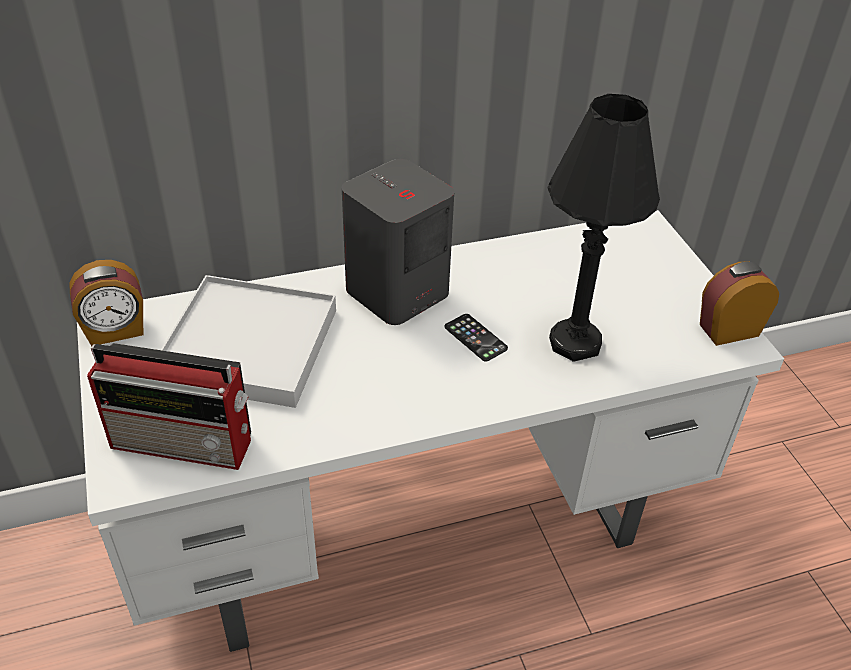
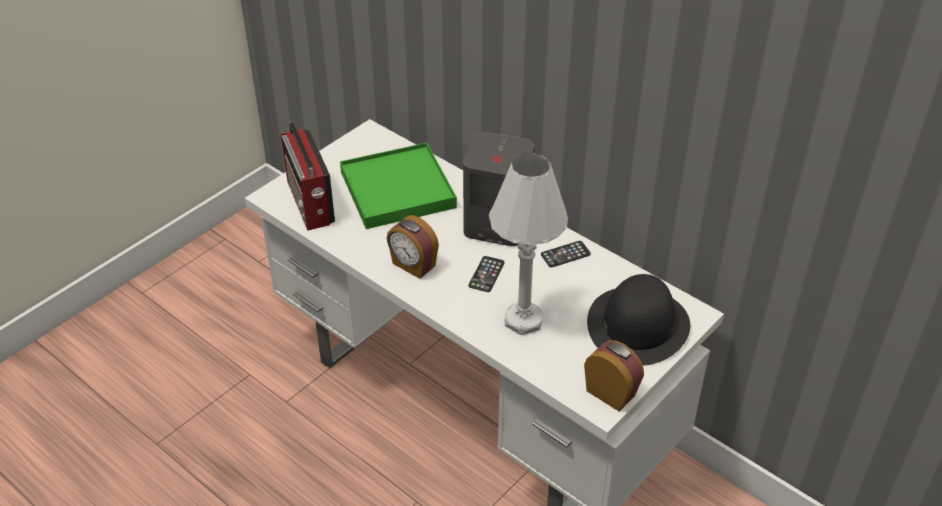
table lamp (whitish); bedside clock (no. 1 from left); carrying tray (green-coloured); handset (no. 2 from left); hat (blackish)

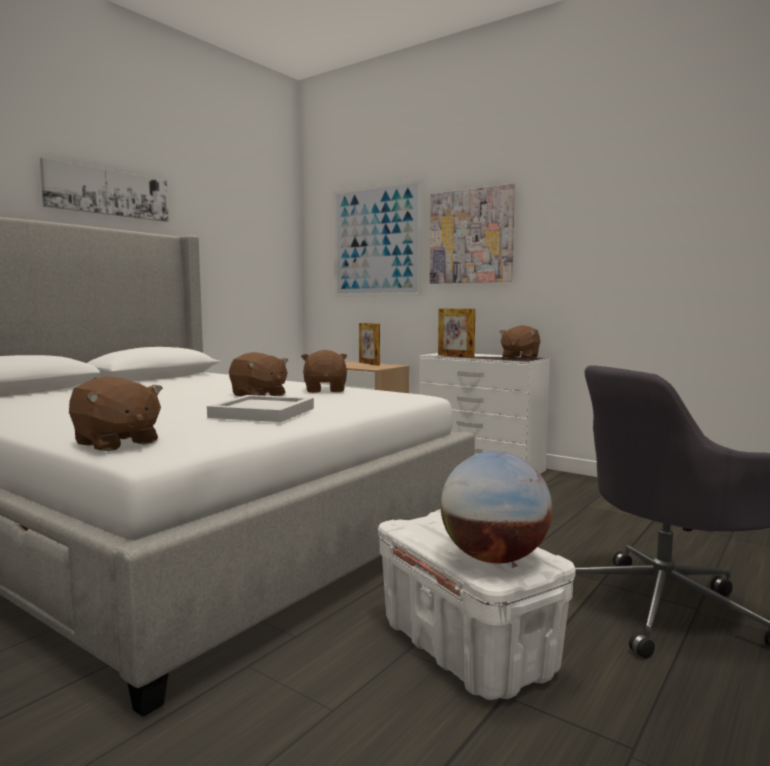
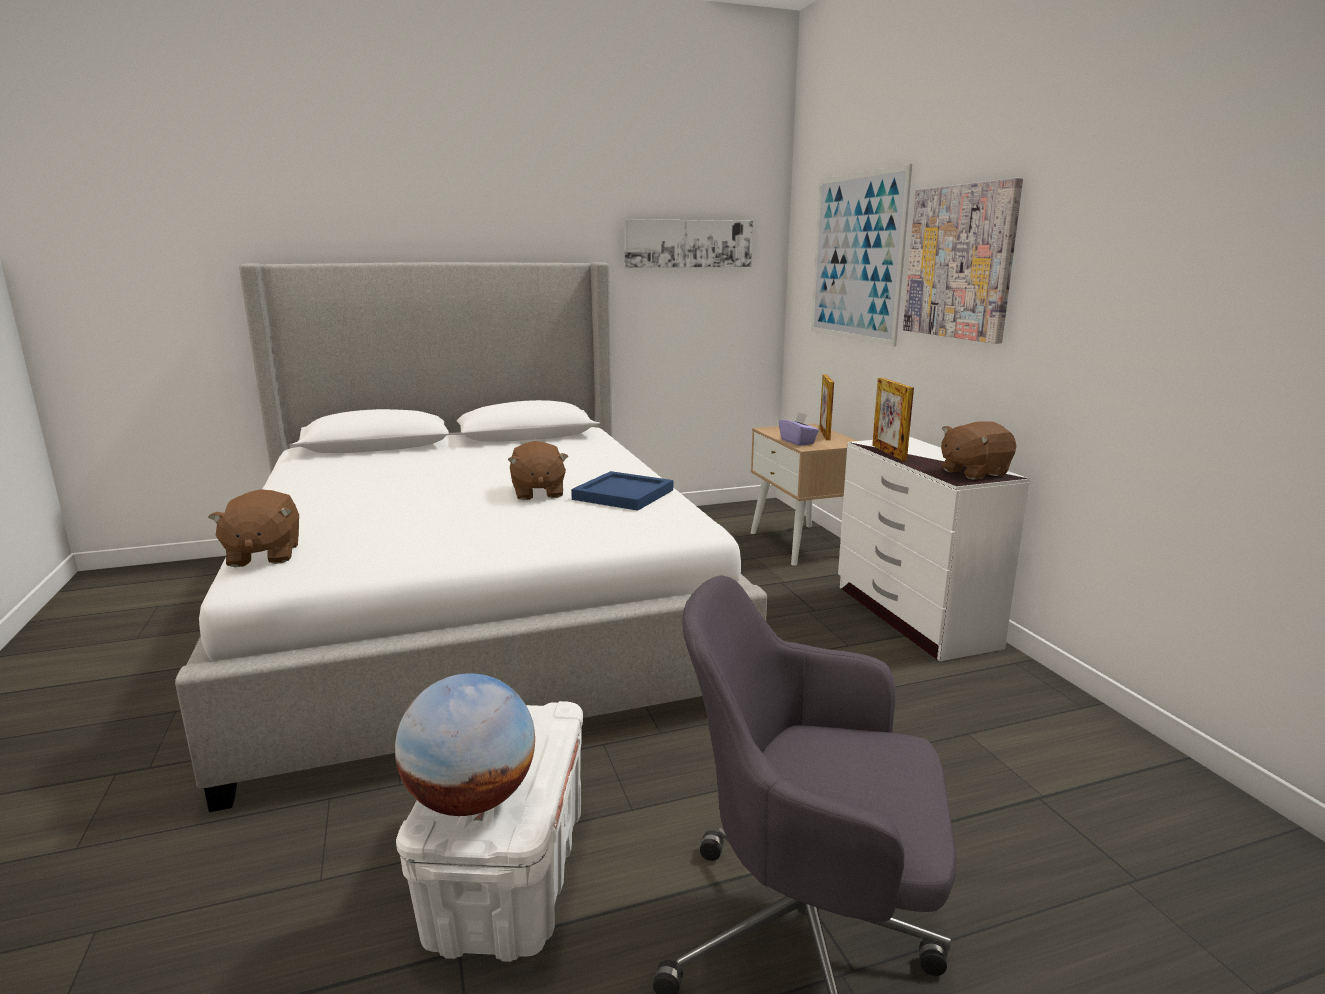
wall picture (no. 1 from left); carrying tray (blue-coloured); carrying tray (whitish); tissue box (purple-coloured)

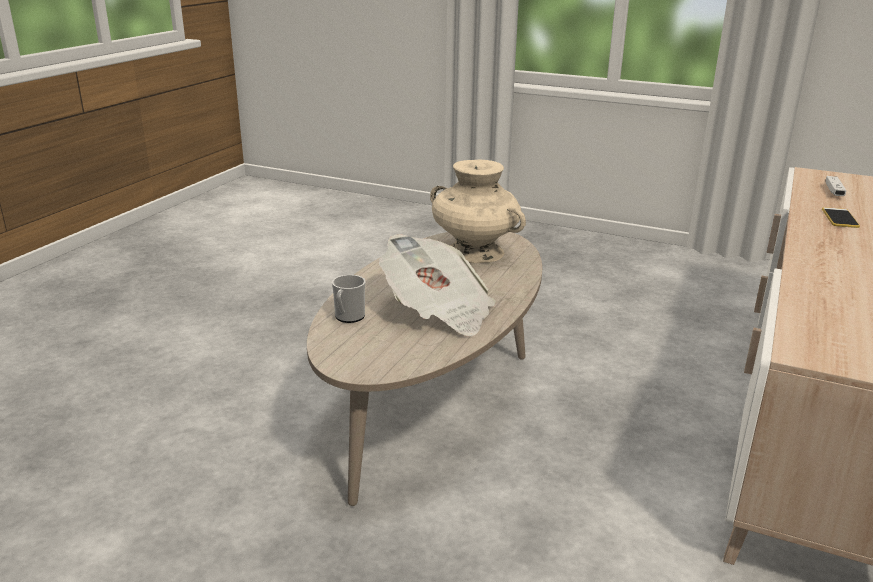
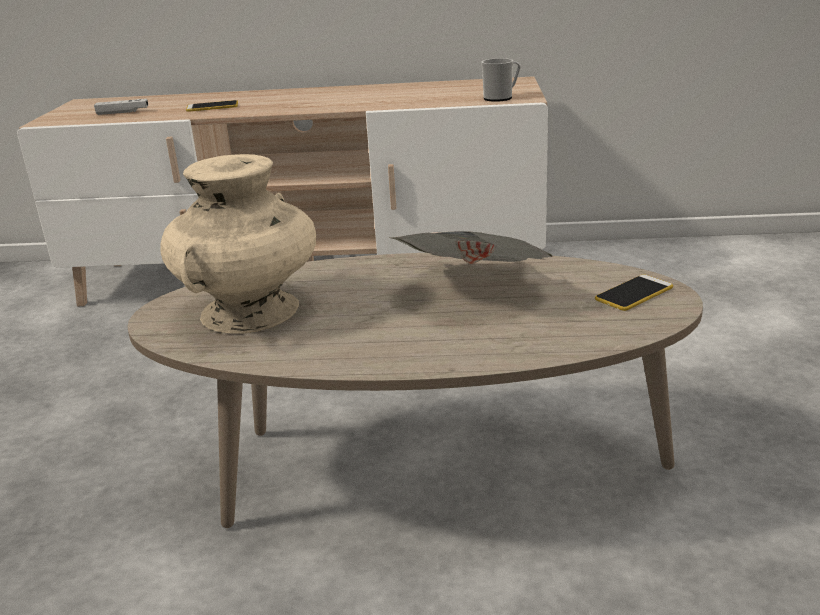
mug; handset (no. 2 from left)

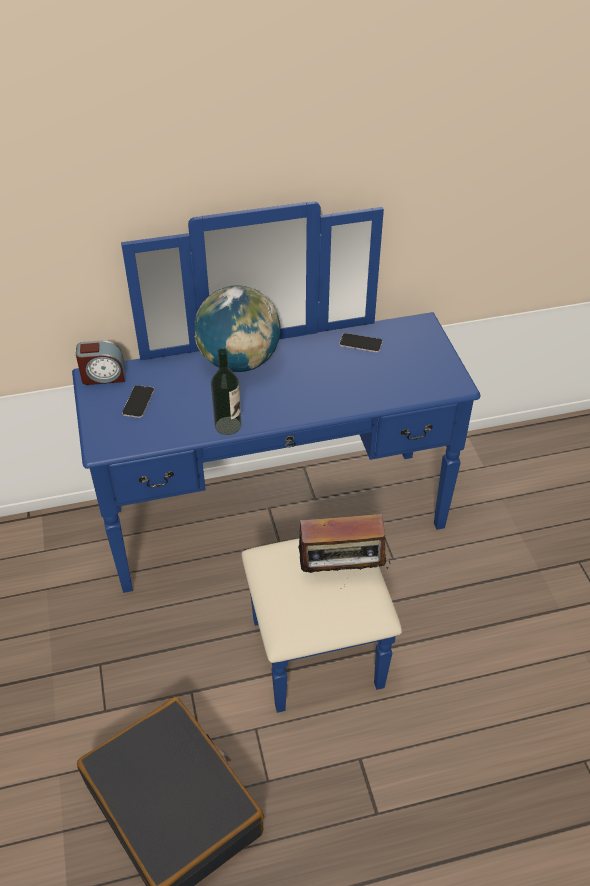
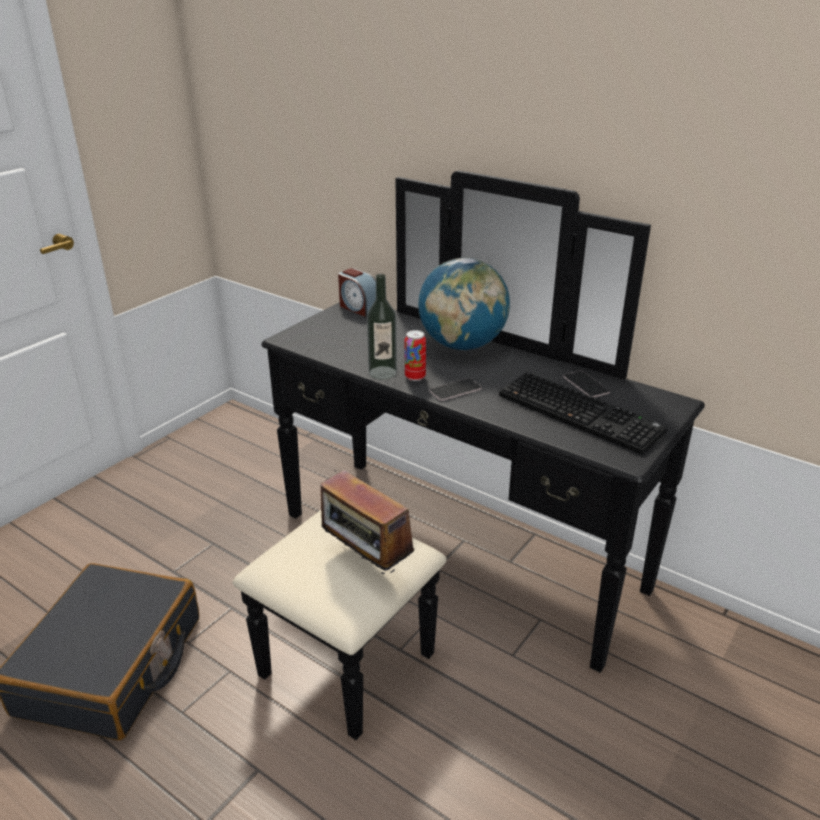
chest of drawers (blackish); handset (no. 1 from left); can; computer keyboard

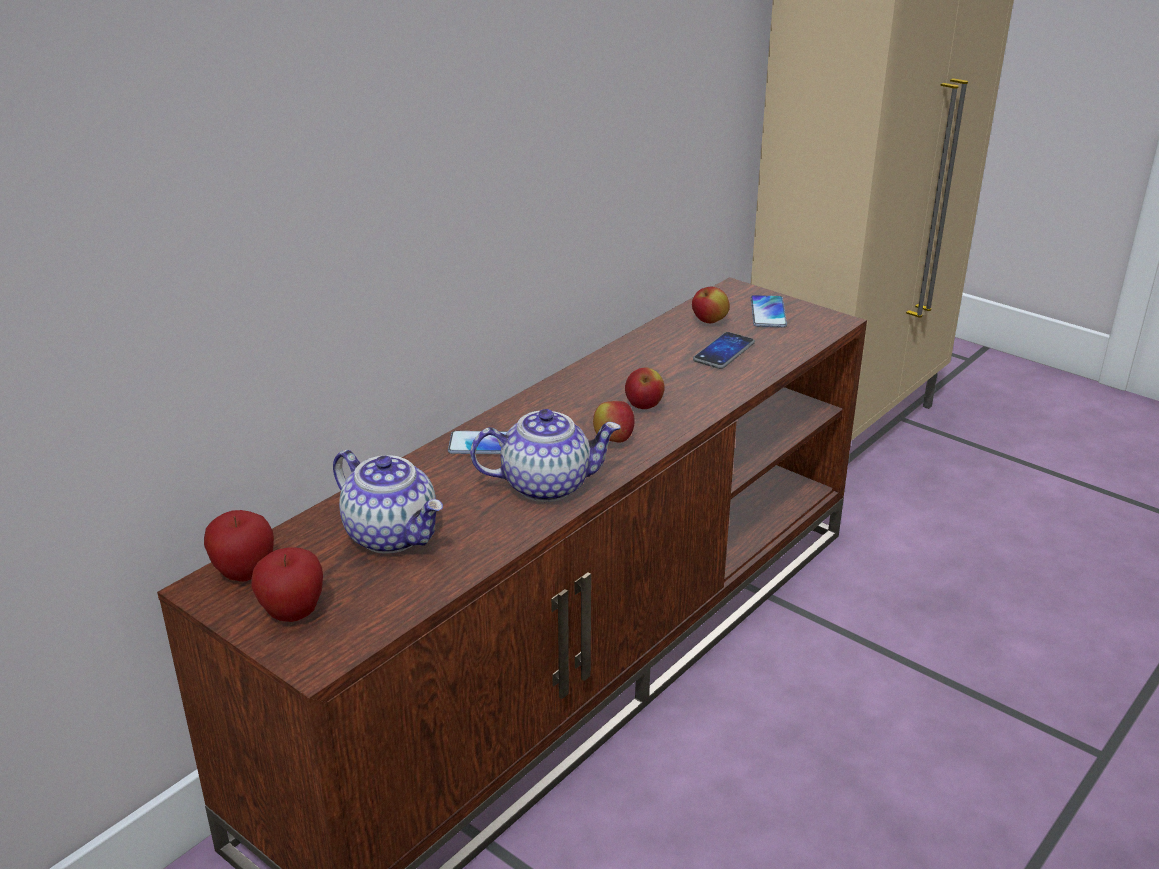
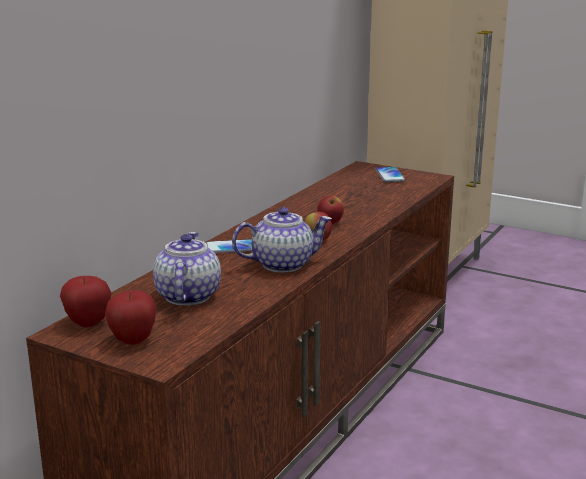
apple (no. 5 from left in the first image); handset (no. 2 from left in the first image); tea pot (no. 1 from left)

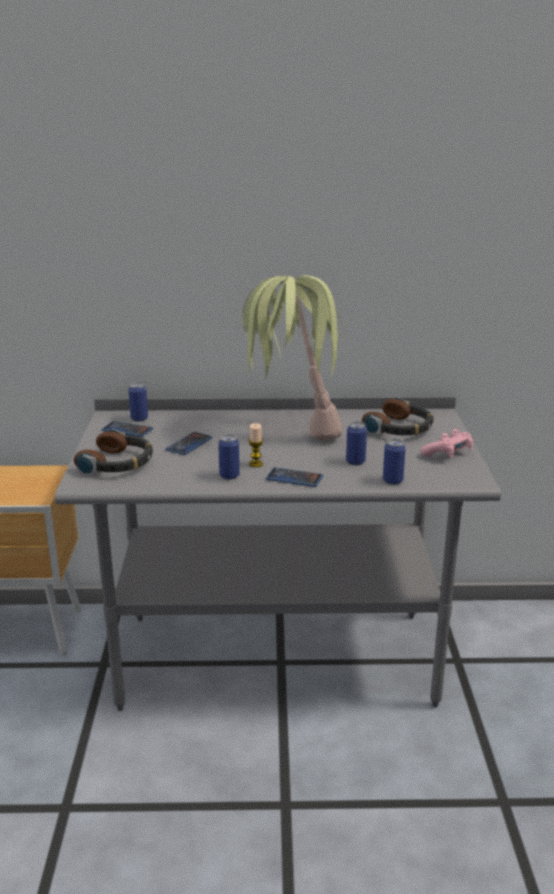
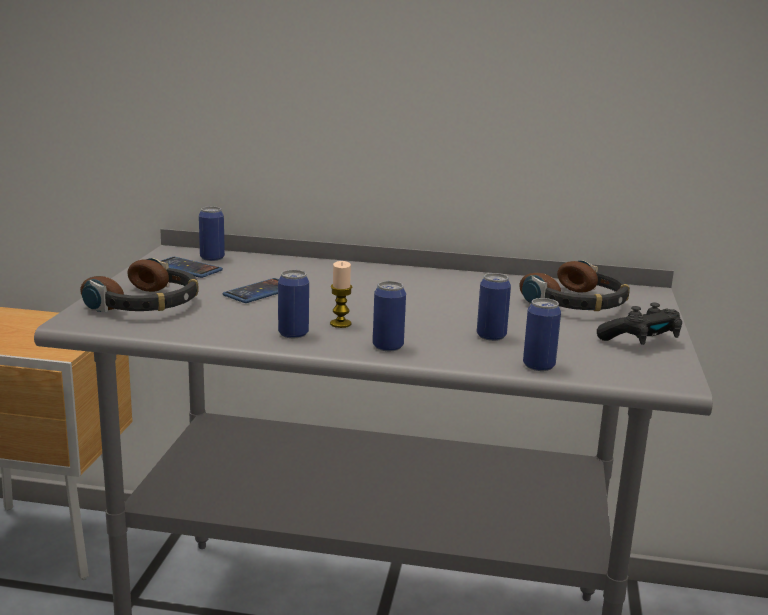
plant in a pot; gamepad (blackish); can (no. 3 from left)

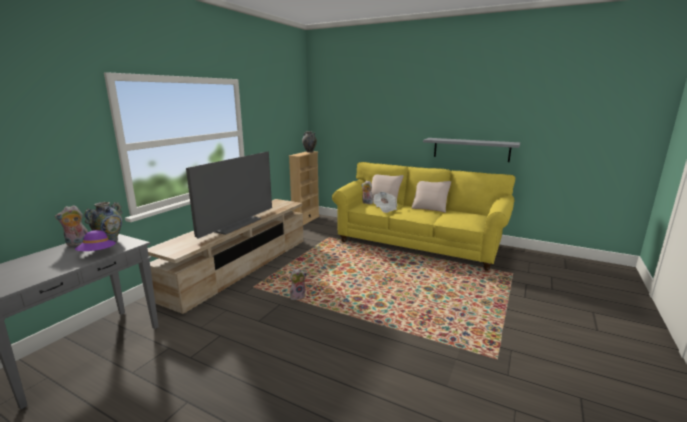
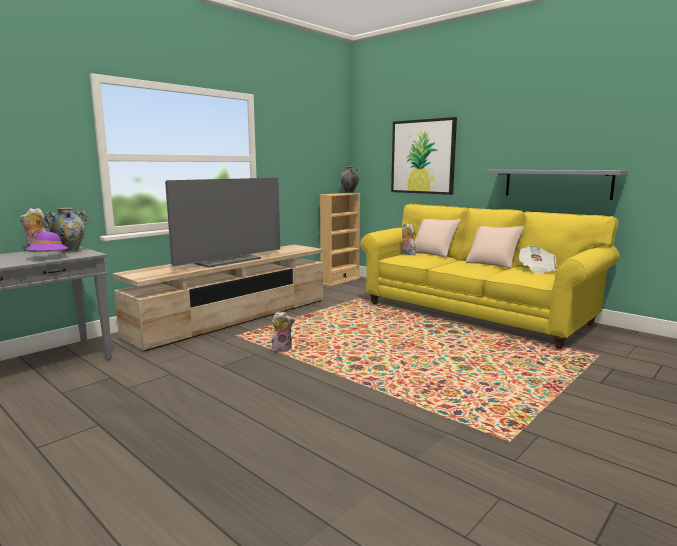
printed paper; wall picture

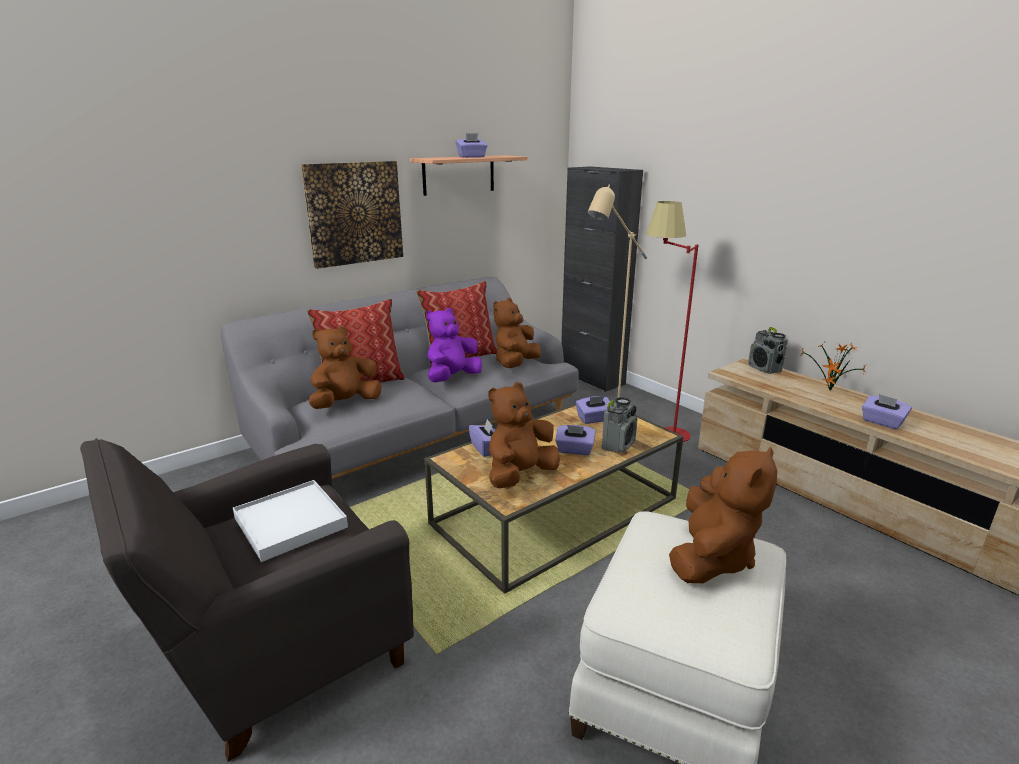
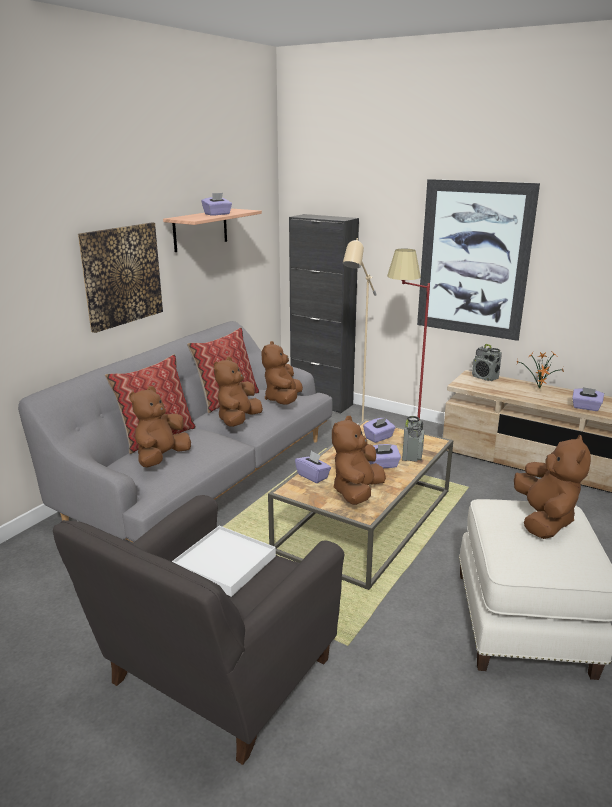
soft toy (brown-coloured) (no. 2 from left); wall picture (no. 2 from left)

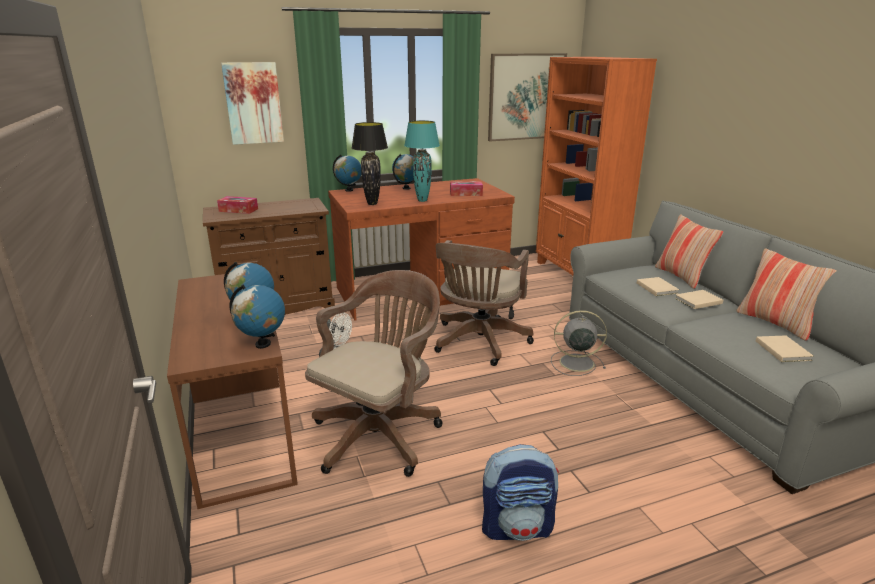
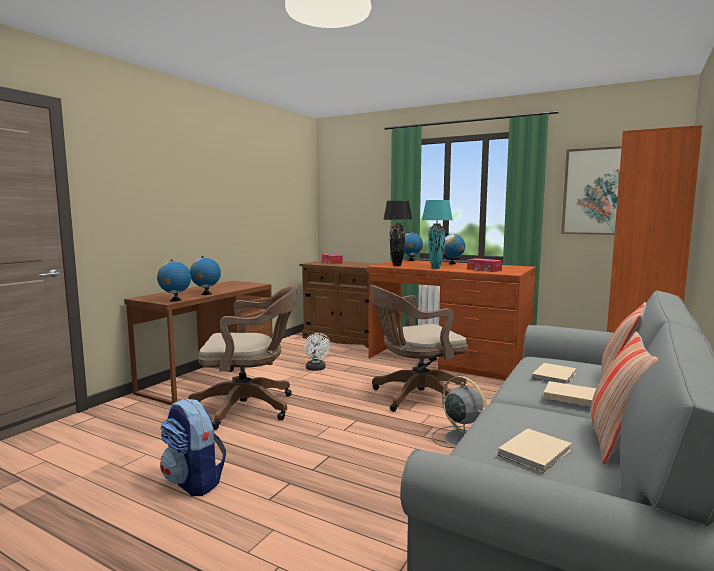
wall picture (no. 1 from left in the first image)

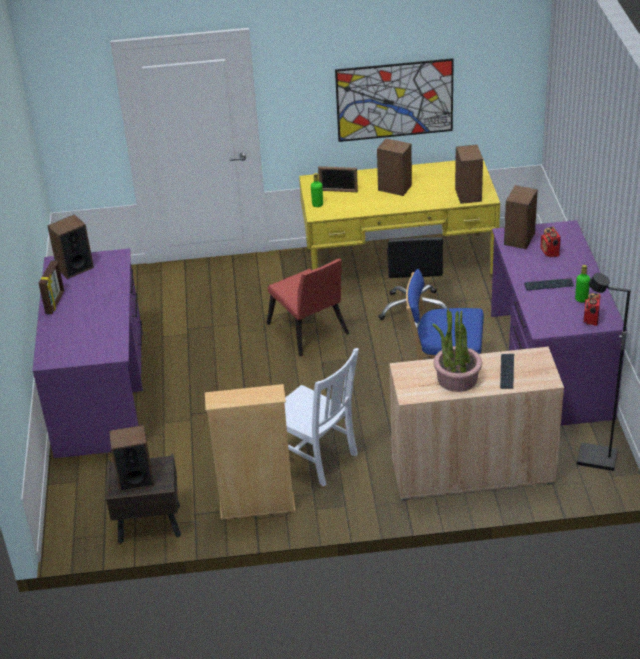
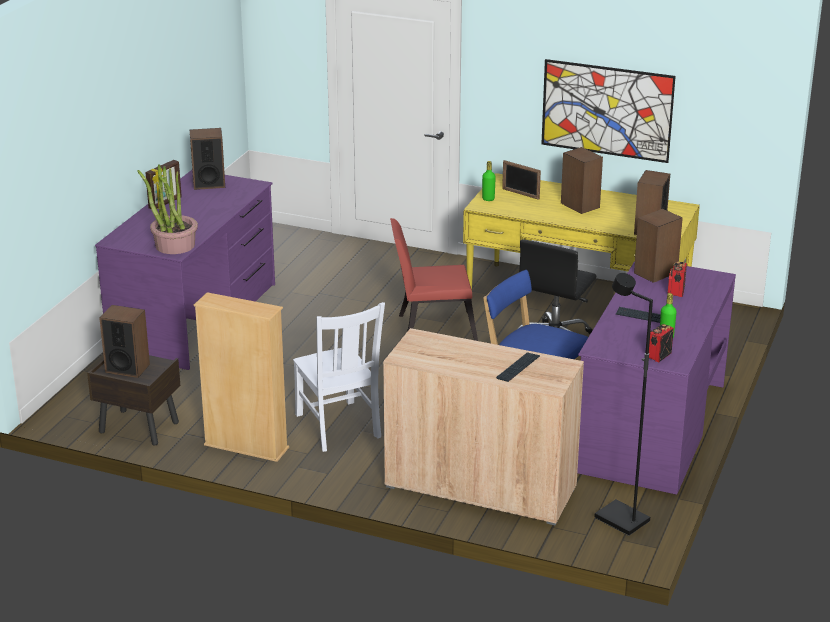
plain chair (red); plant in a pot

